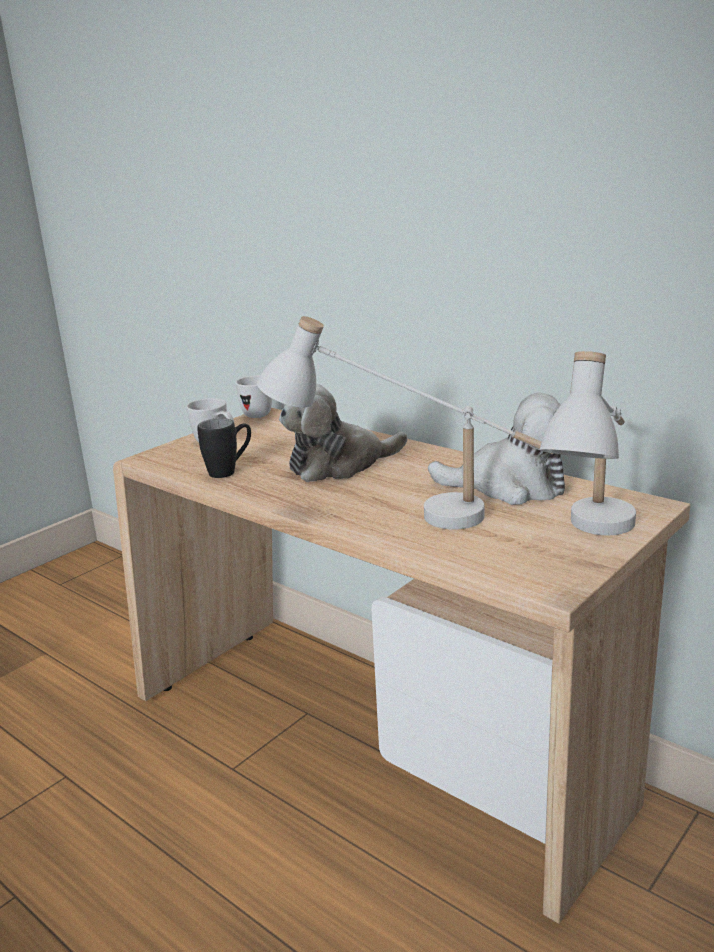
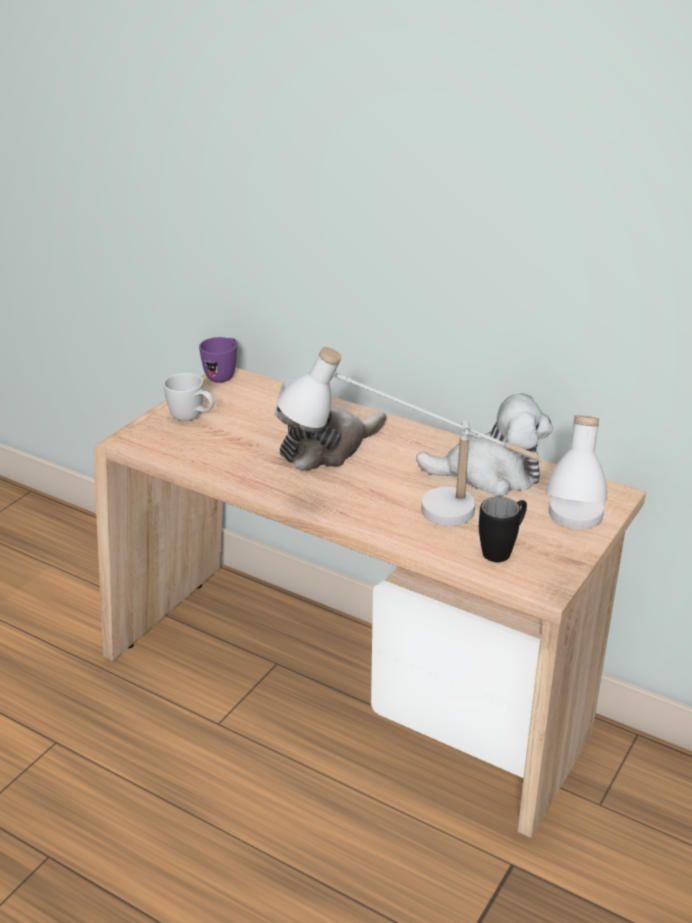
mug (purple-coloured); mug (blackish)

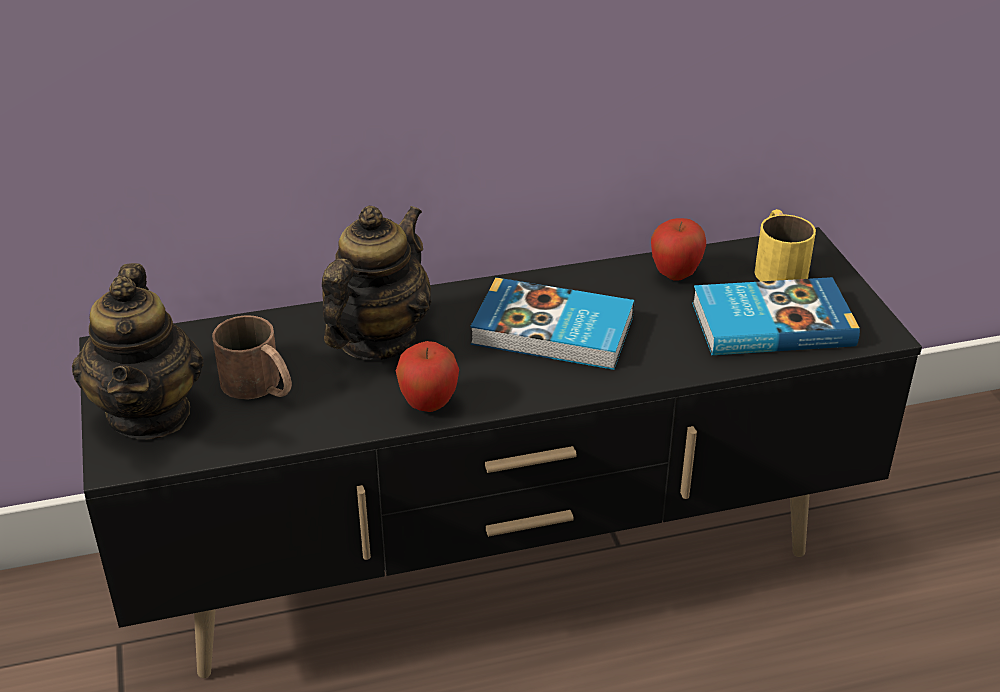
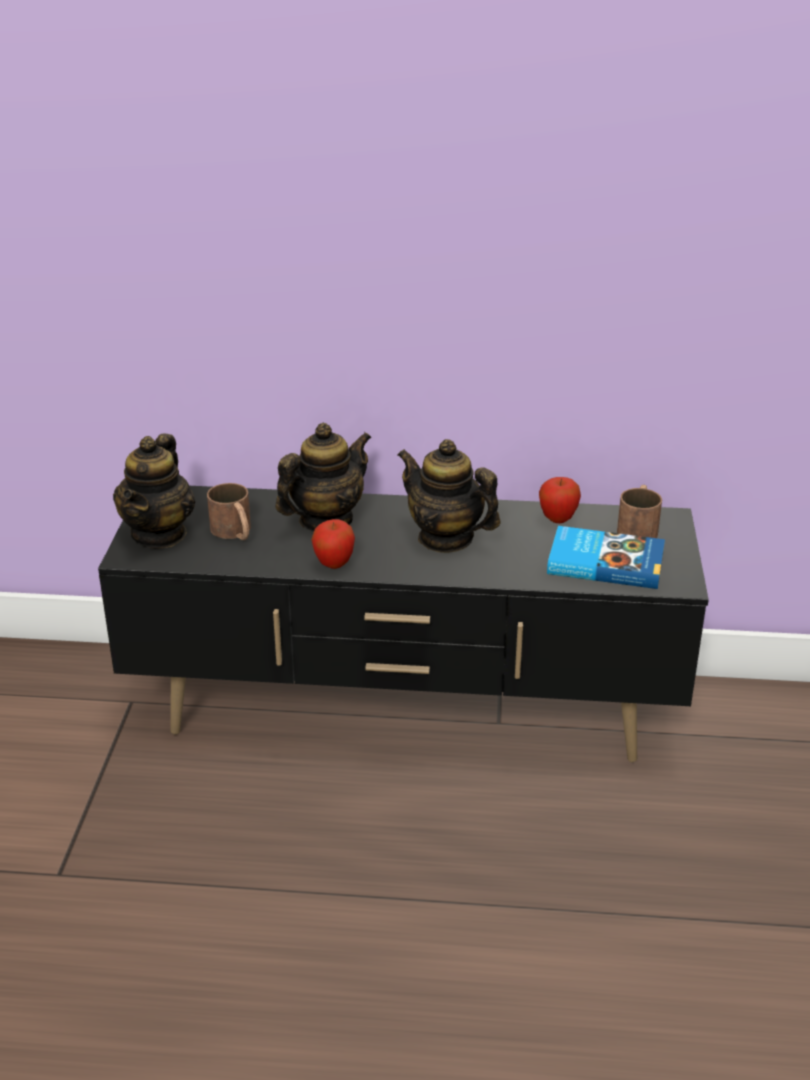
mug (brown-coloured) (no. 2 from left); tea pot (no. 3 from left)

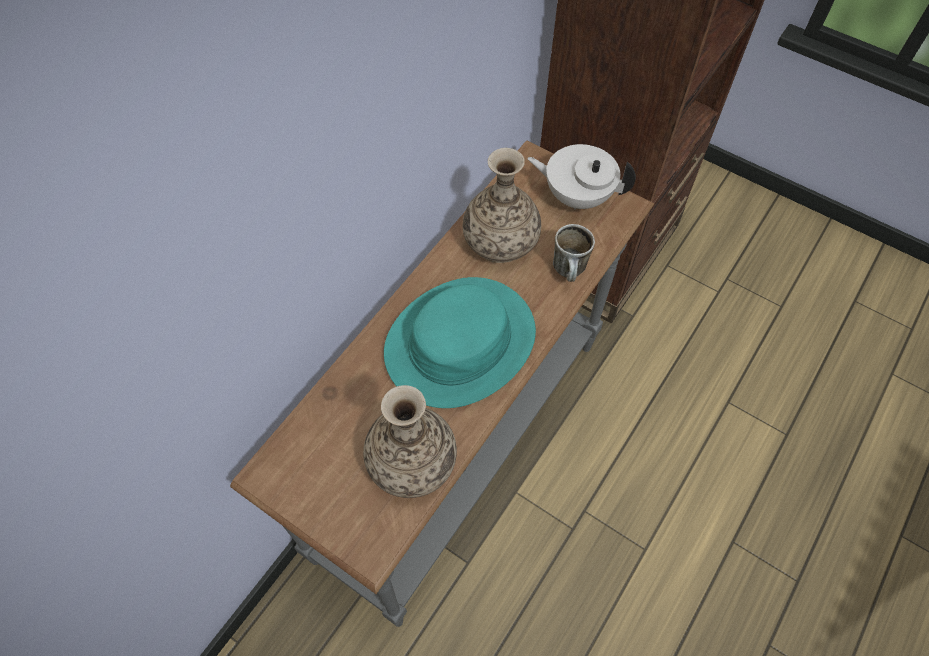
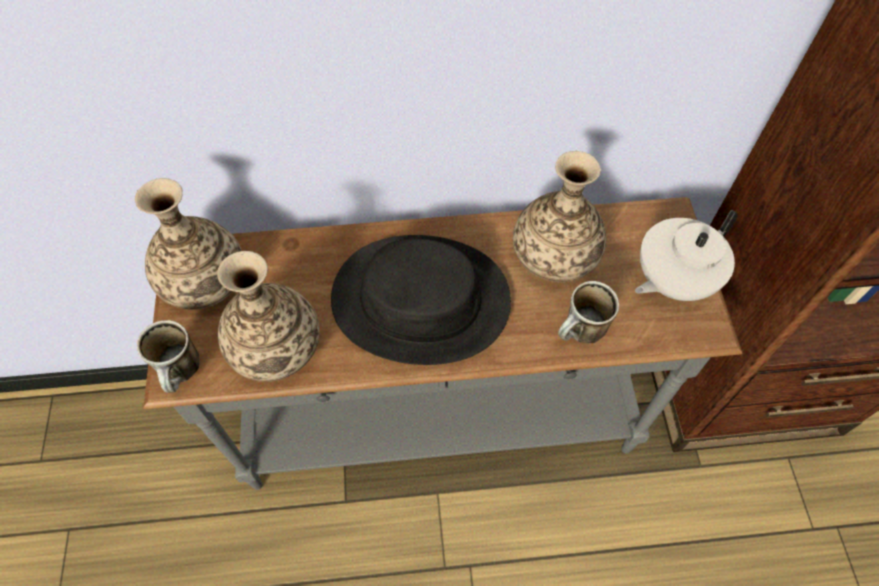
tea pot (whitish); hat (blackish); decorative vase (no. 1 from left); mug (no. 1 from left)

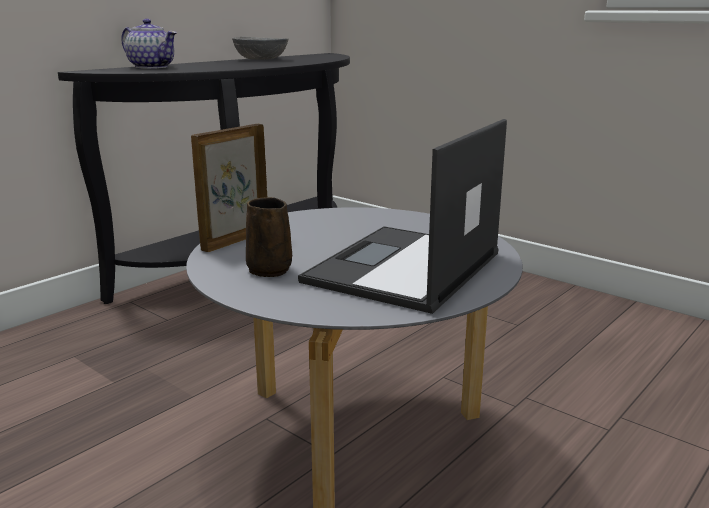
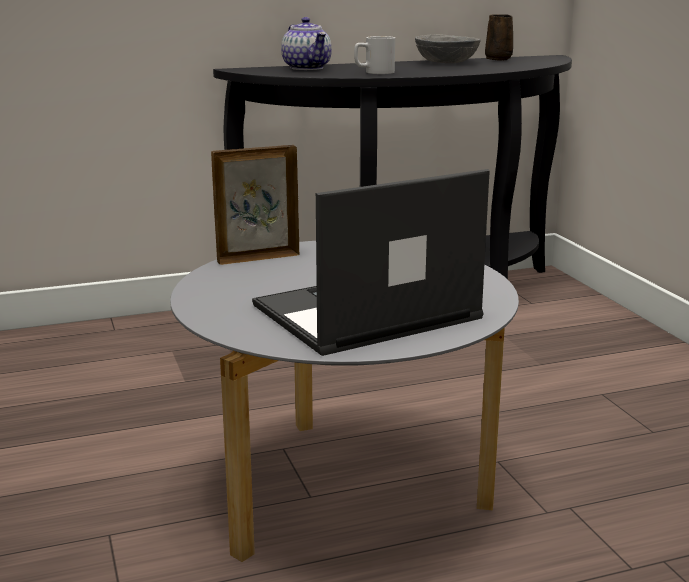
mug (brown-coloured); mug (whitish)

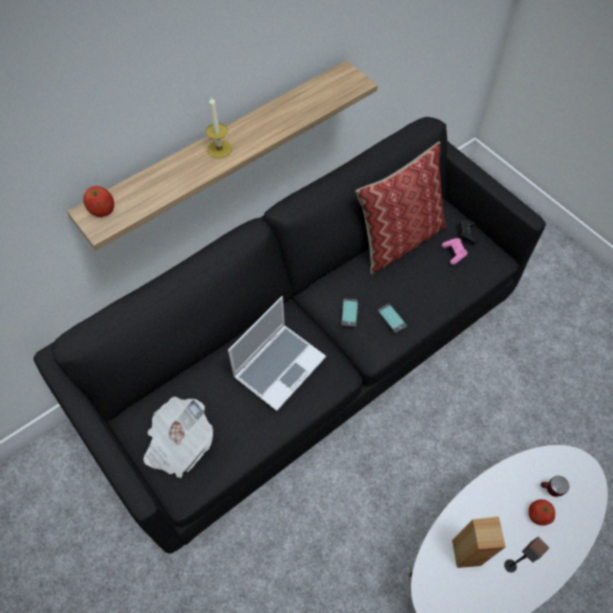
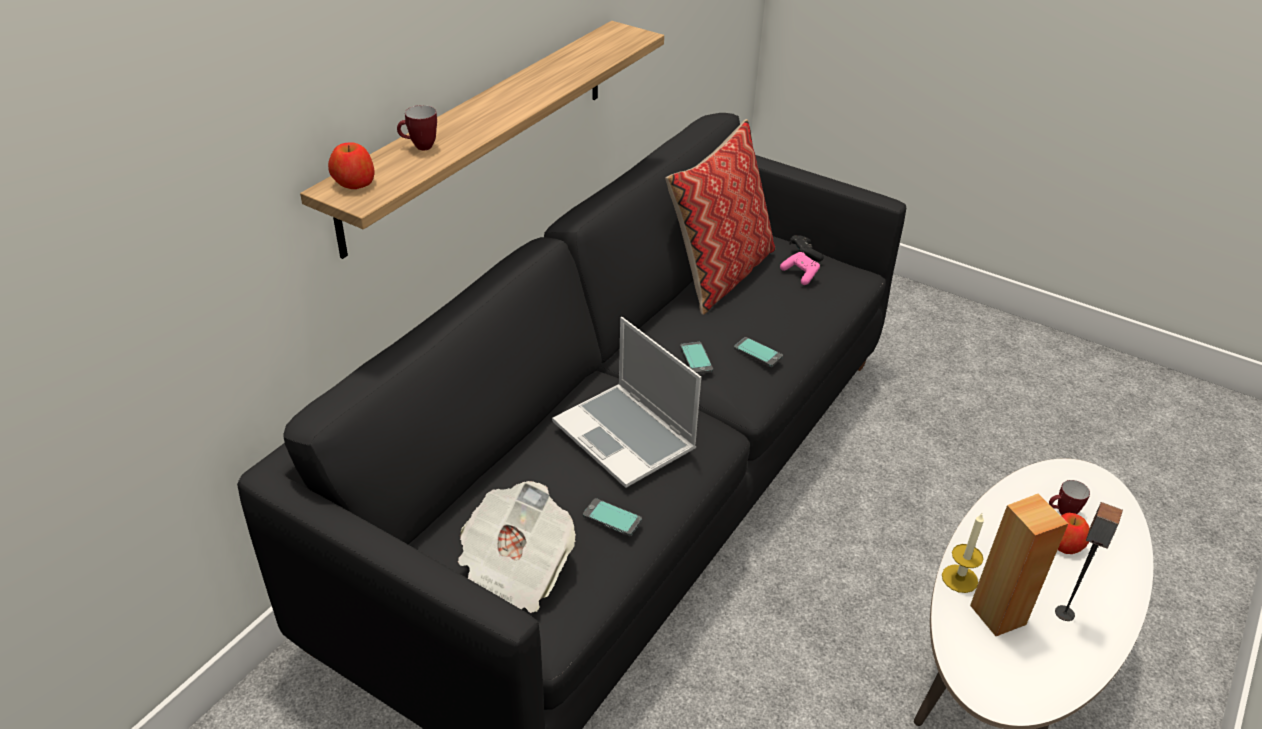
wax candle; laptop; mug (no. 1 from left); handset (no. 1 from left)

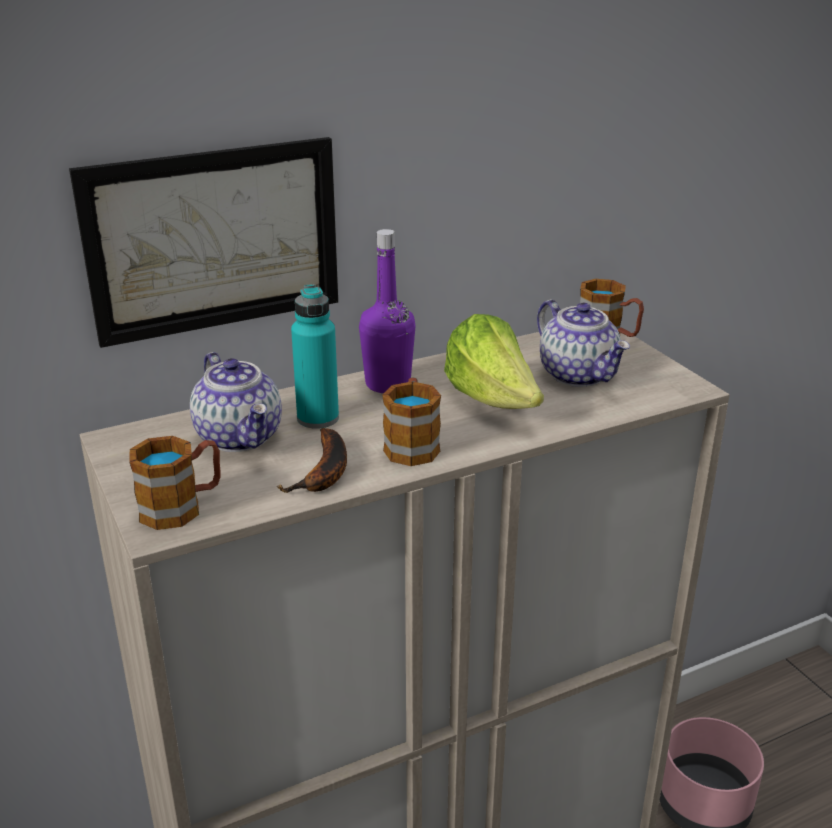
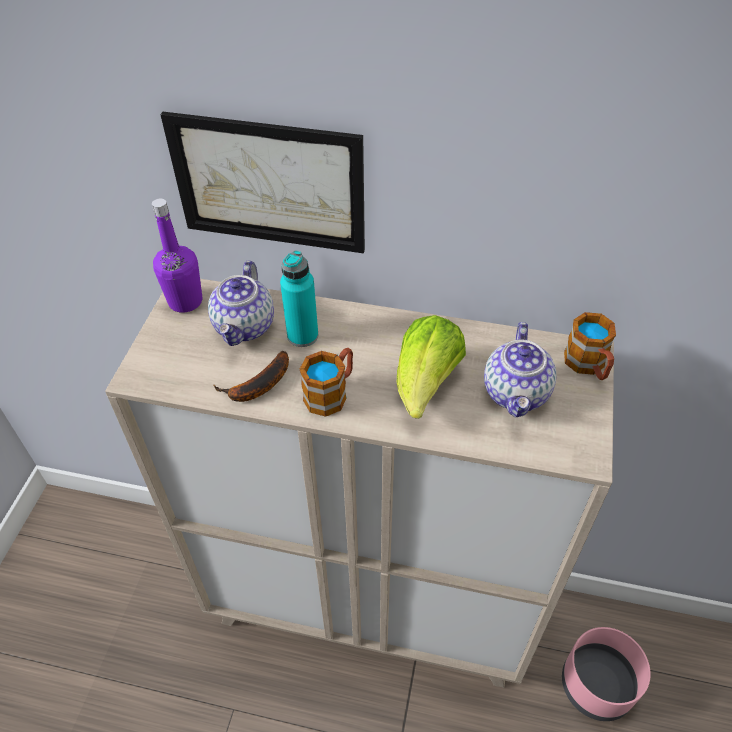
bottle (purple-coloured); mug (no. 1 from left in the first image)

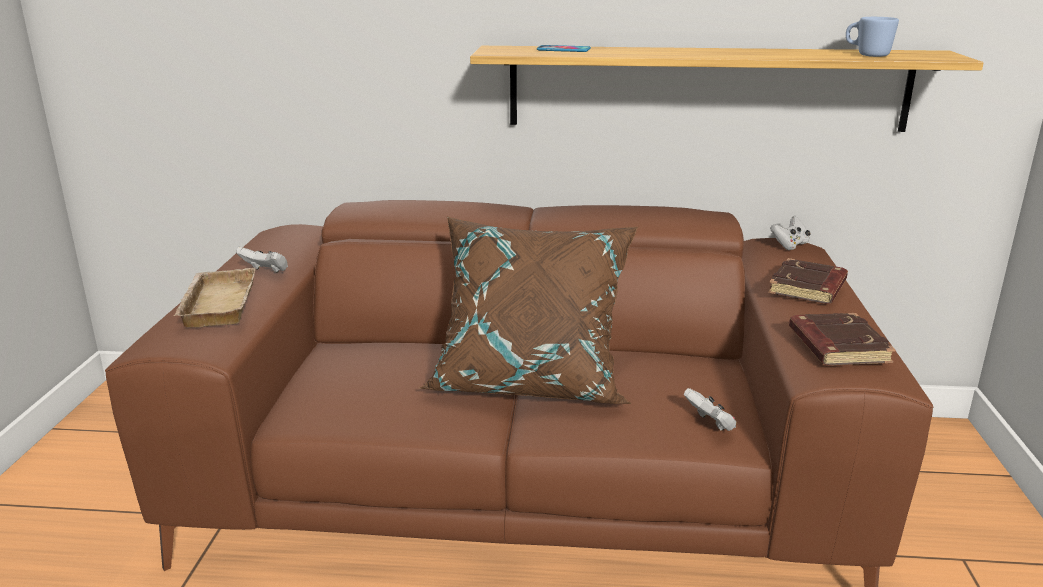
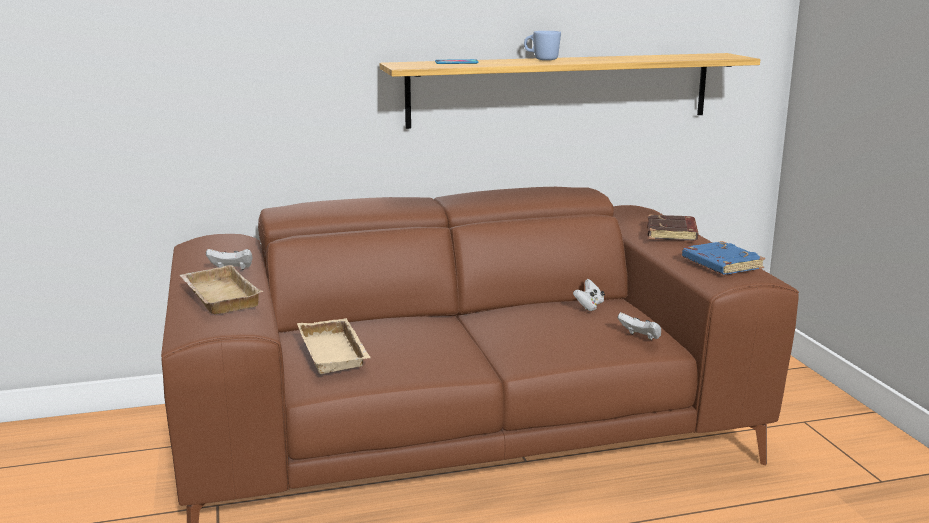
mug (blue-coloured); throw pillow (brown-coloured); gamepad (whitish) (no. 2 from left); volume (blue-coloured); carrying tray (beige) (no. 2 from left)

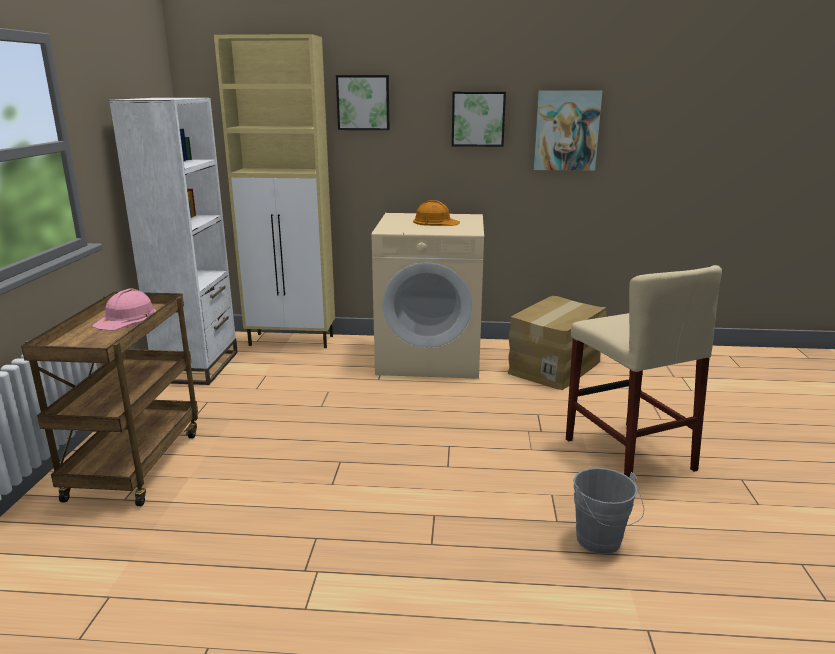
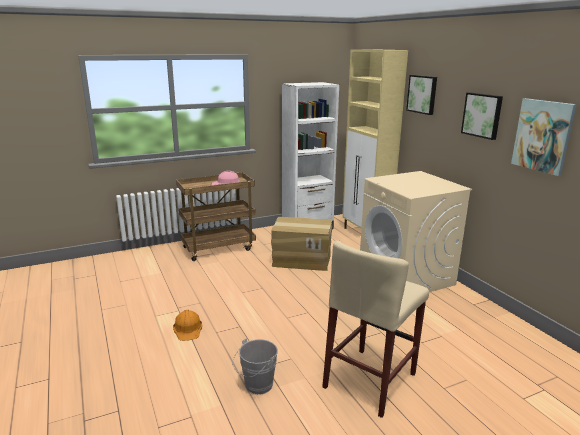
hard hat (orangey); packing box

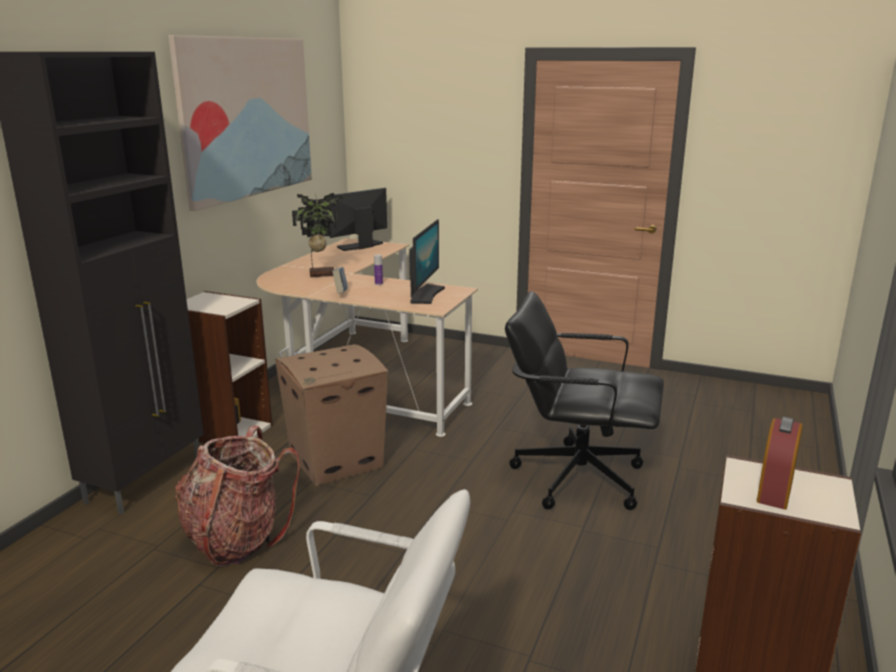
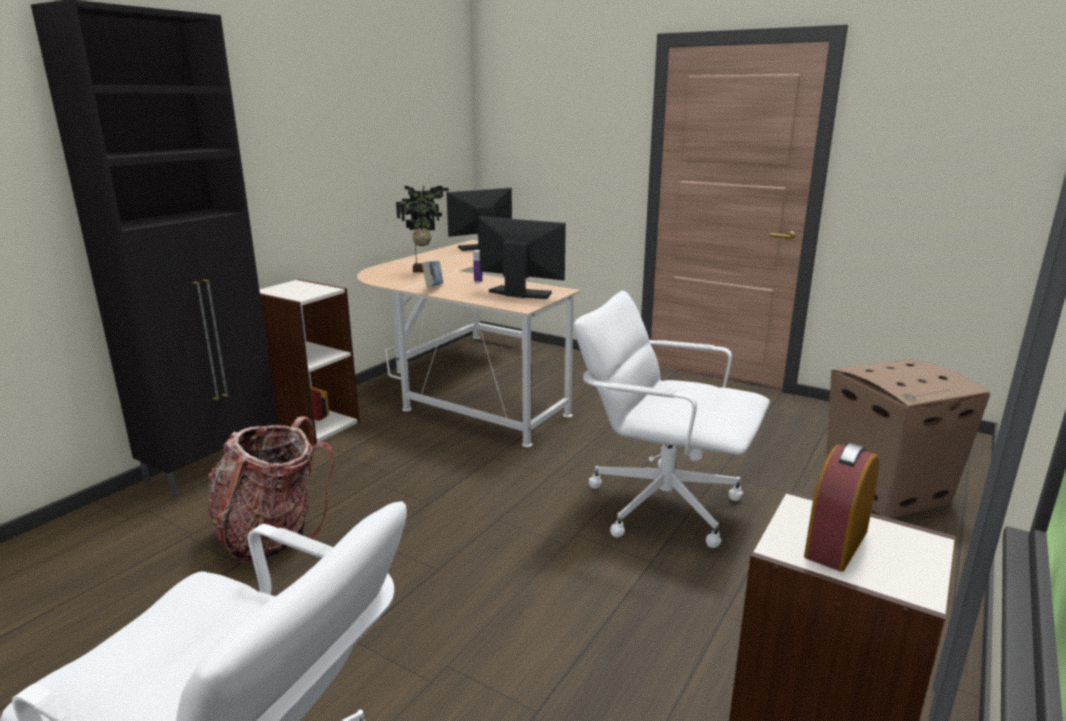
wall picture; computer screen (no. 2 from left); computer chair (whitish) (no. 2 from left); packing box

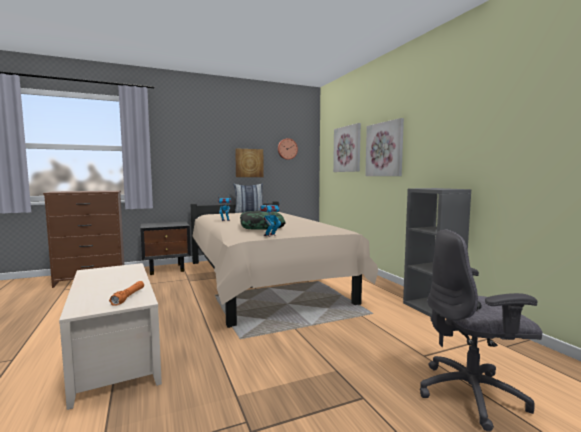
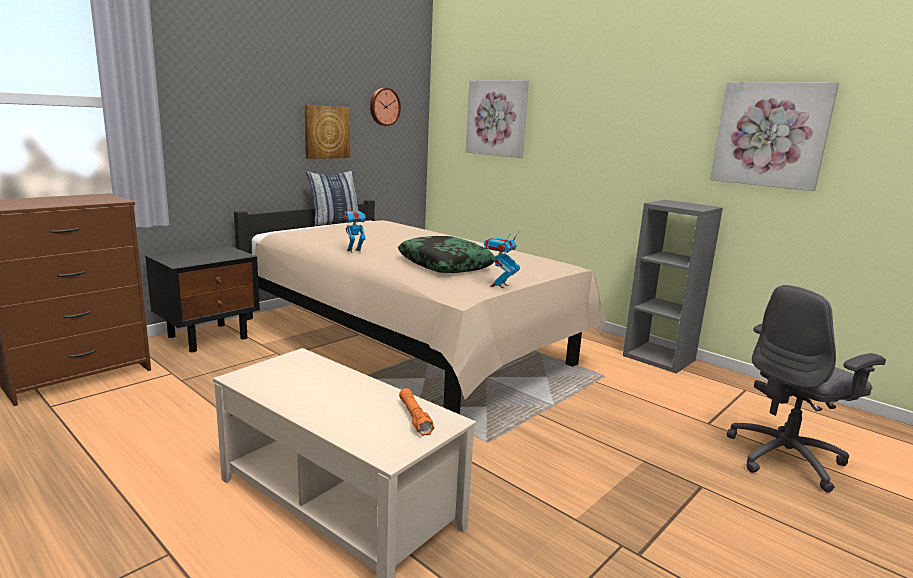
wall picture (no. 3 from left)

